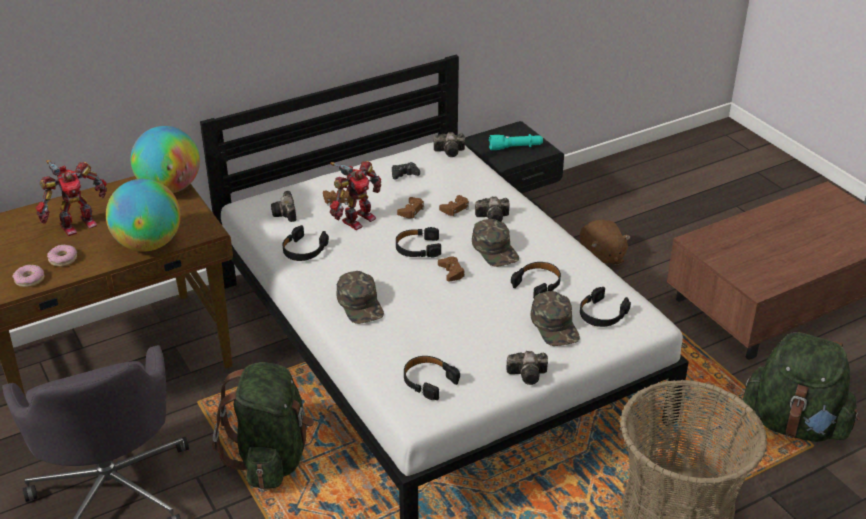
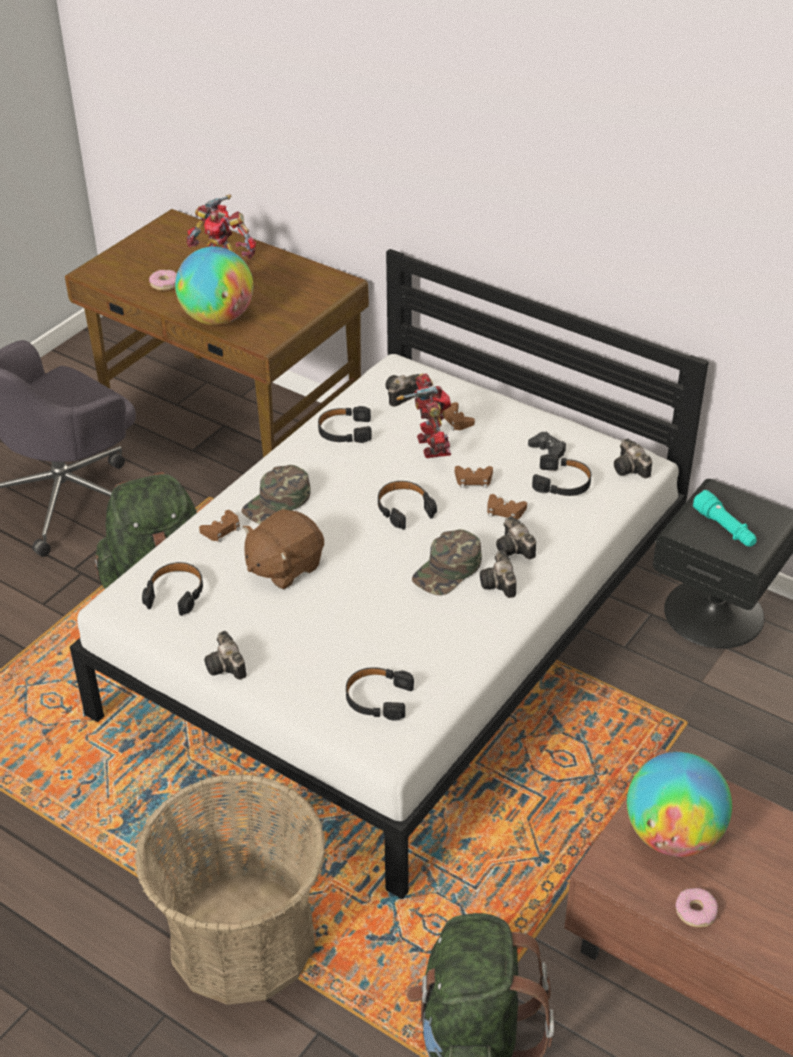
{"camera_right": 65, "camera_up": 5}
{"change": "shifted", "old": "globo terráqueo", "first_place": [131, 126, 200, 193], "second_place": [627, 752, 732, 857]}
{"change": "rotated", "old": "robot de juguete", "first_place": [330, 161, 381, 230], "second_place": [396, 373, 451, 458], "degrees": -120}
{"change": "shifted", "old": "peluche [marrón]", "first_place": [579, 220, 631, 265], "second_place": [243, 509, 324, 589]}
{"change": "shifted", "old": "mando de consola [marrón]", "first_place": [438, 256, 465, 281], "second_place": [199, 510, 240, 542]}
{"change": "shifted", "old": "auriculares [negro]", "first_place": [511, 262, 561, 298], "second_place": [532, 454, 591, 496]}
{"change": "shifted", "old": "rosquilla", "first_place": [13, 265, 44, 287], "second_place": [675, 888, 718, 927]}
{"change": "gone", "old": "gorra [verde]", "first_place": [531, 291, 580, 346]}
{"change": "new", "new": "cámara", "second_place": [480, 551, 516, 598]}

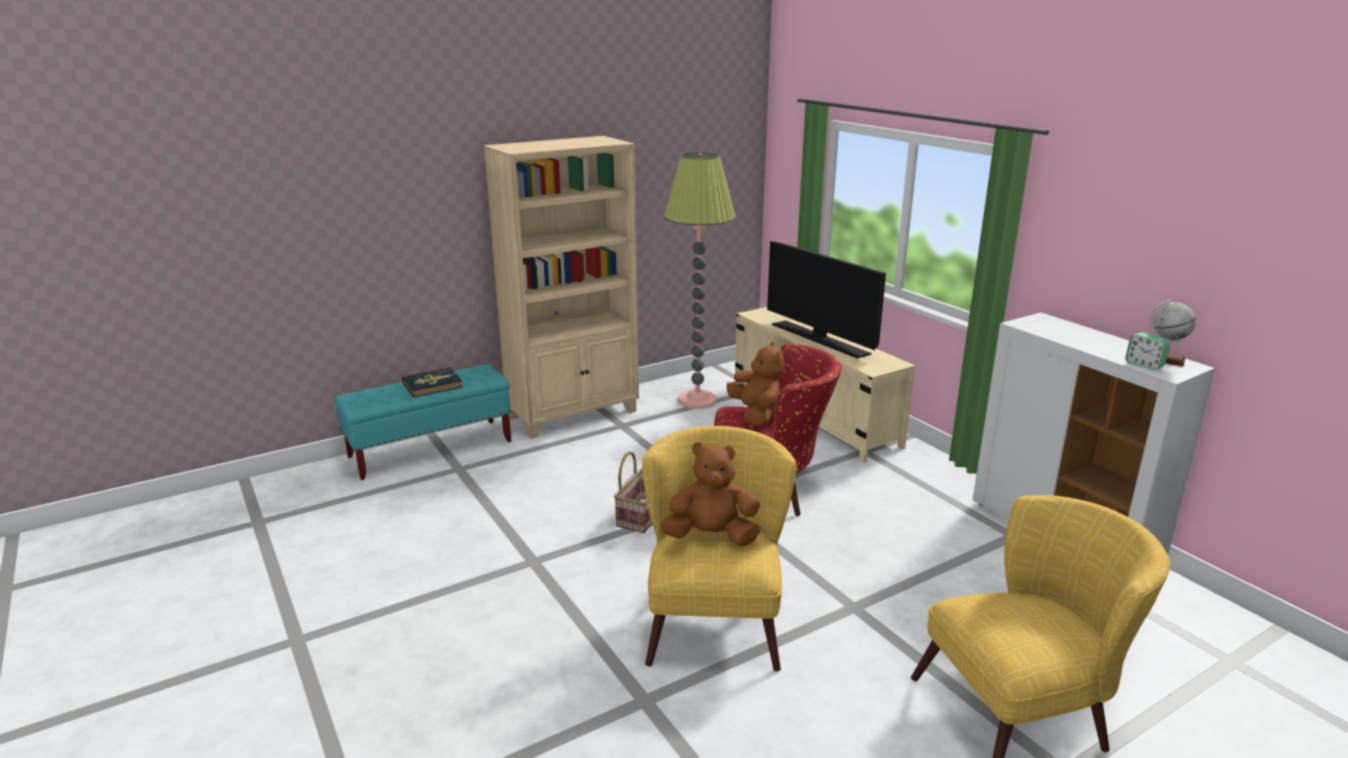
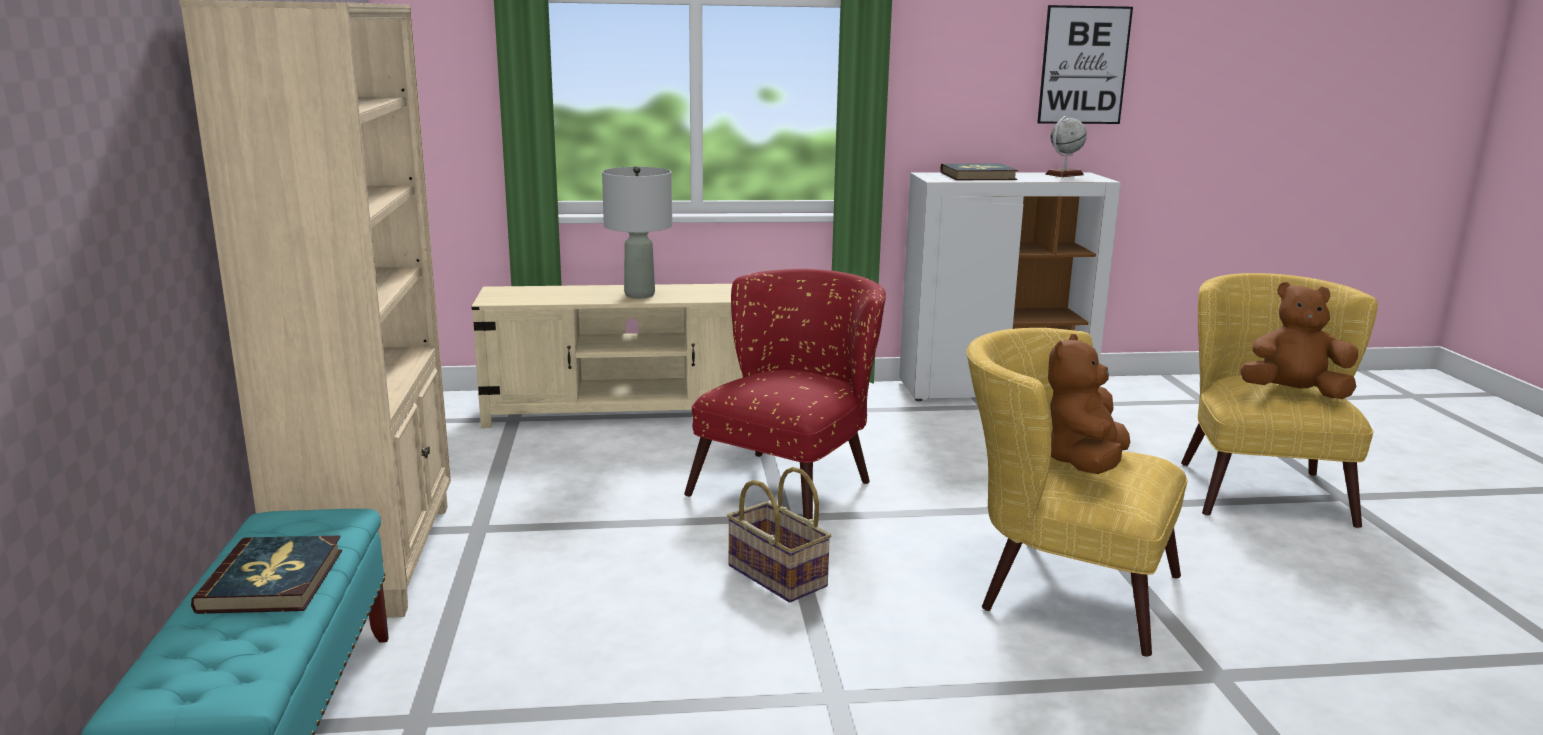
{"camera_right": -65, "camera_up": -5}
{"change": "gone", "old": "lámpara de pie", "first_place": [664, 152, 736, 409]}
{"change": "swapped", "old": "televisor", "new": "lámpara de mesa [gris]", "first_place": [767, 241, 886, 358], "second_place": [602, 166, 672, 298]}
{"change": "gone", "old": "despertador", "first_place": [1125, 332, 1170, 370]}
{"change": "shifted", "old": "peluche [marrón]", "first_place": [727, 342, 784, 427], "second_place": [1240, 282, 1358, 399]}
{"change": "new", "new": "cuadro", "second_place": [1037, 5, 1133, 124]}
{"change": "new", "new": "libro", "second_place": [941, 163, 1018, 180]}

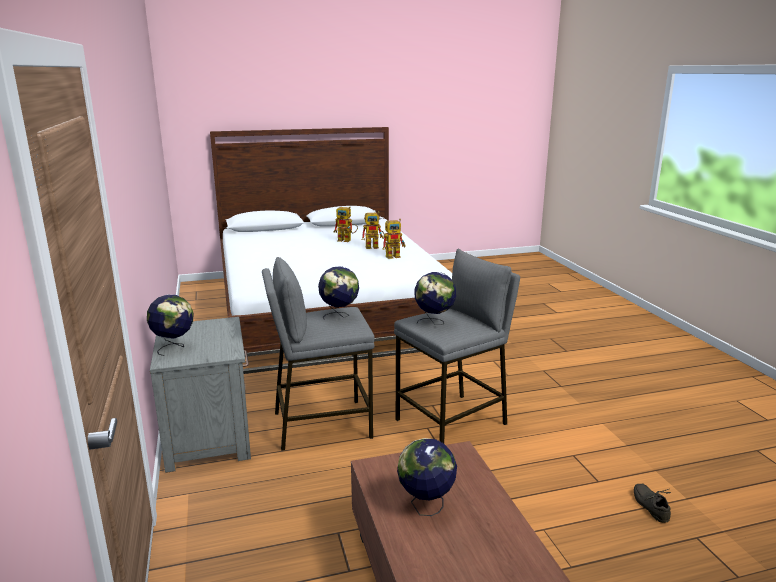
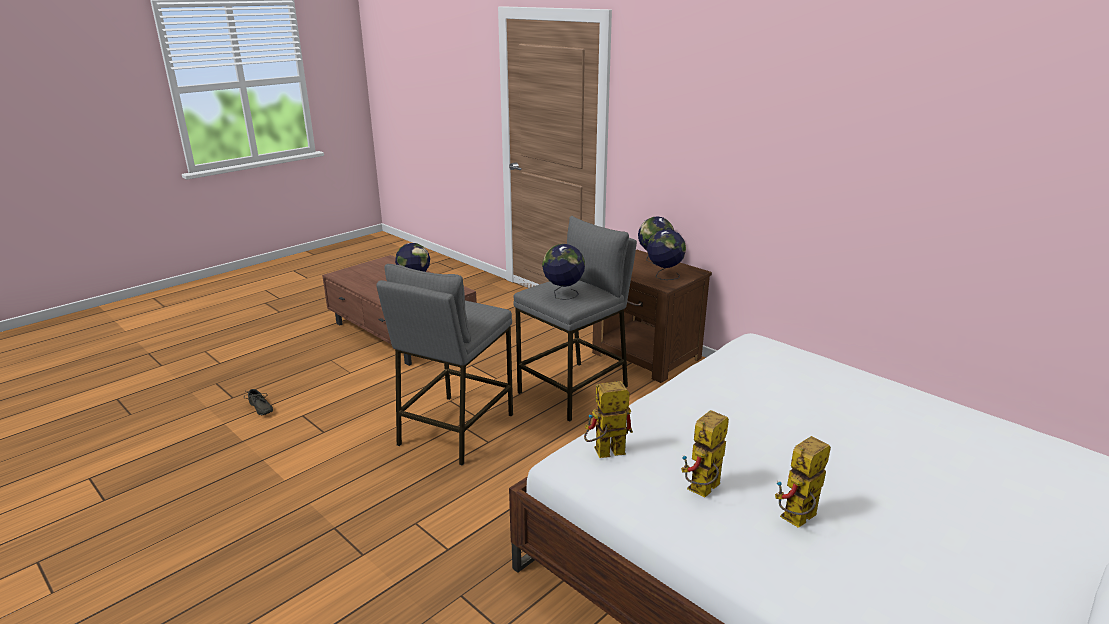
{"camera_right": 150, "camera_up": 5}
{"change": "shifted", "old": "robot de juguete", "first_place": [334, 206, 358, 242], "second_place": [584, 381, 633, 458]}
{"change": "shifted", "old": "globo terráqueo", "first_place": [414, 272, 456, 325], "second_place": [647, 229, 686, 280]}
{"change": "repainted", "old": "mesita de noche [gris]", "new": "mesita de noche [marrón]", "first_place": [150, 317, 251, 473], "second_place": [592, 250, 712, 383]}

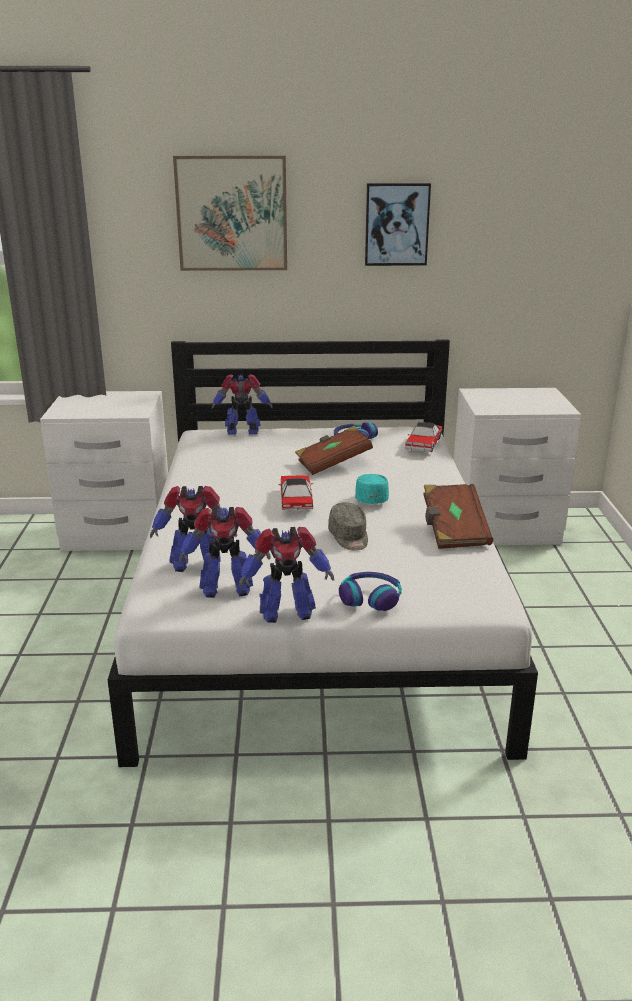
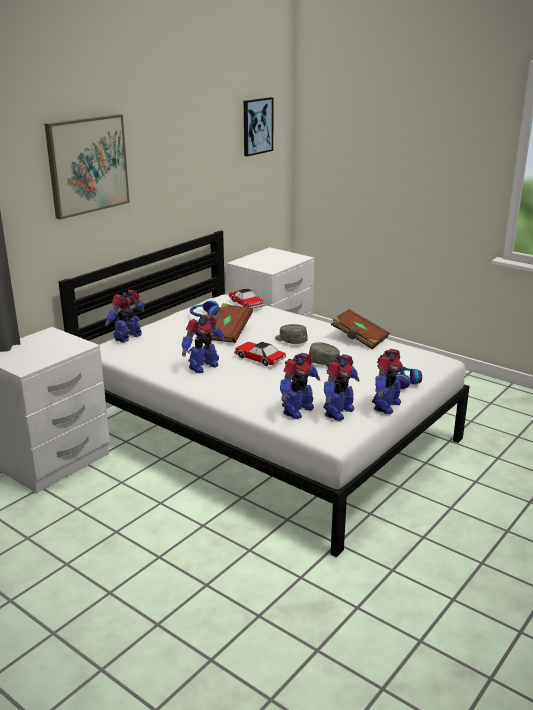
{"camera_right": -50, "camera_up": 0}
{"change": "shifted", "old": "cuadro", "first_place": [365, 183, 431, 266], "second_place": [244, 97, 274, 156]}
{"change": "repainted", "old": "gorra [turquesa]", "new": "gorra [gris]", "first_place": [355, 474, 389, 504], "second_place": [275, 324, 308, 344]}
{"change": "new", "new": "robot de juguete", "second_place": [182, 315, 226, 373]}

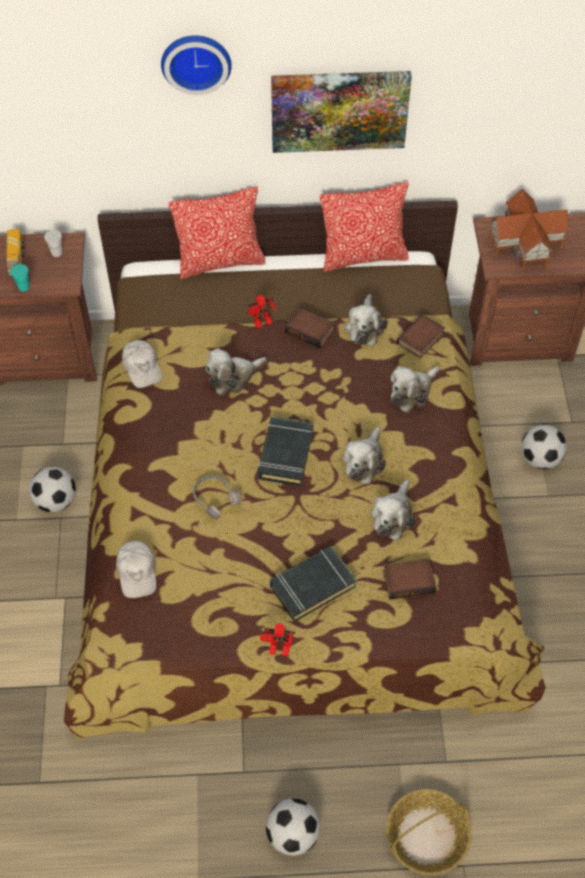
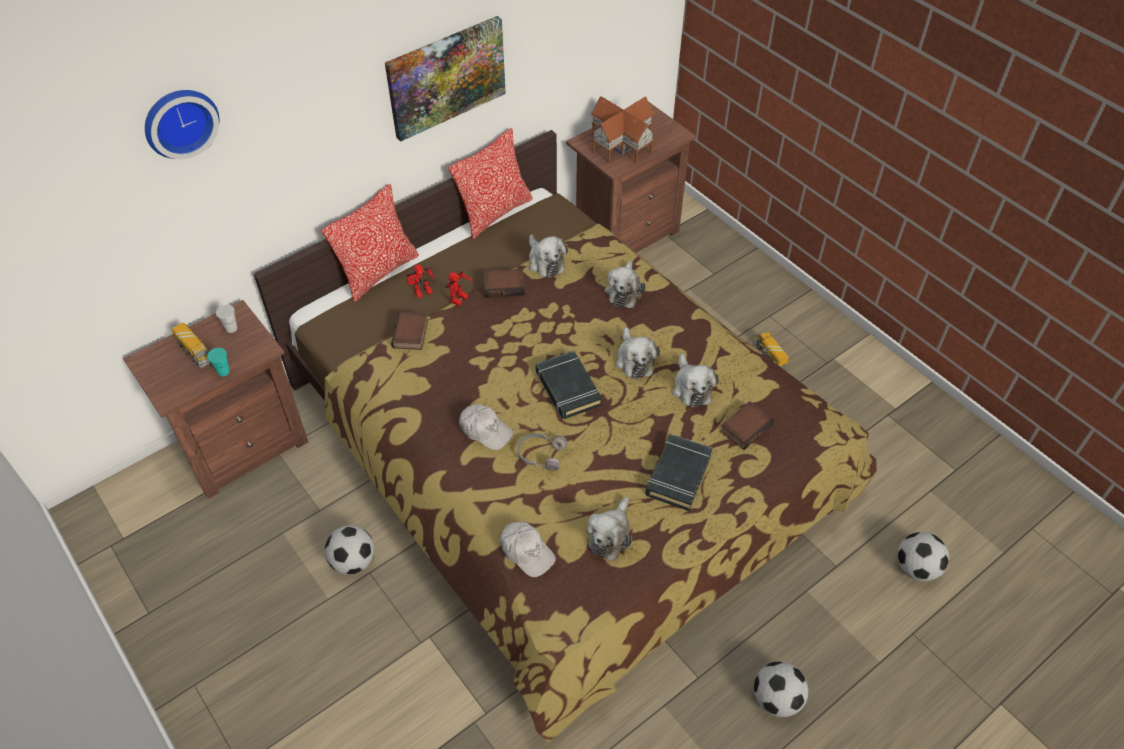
{"camera_right": -35, "camera_up": -5}
{"change": "shifted", "old": "reloj de pared", "first_place": [161, 35, 232, 95], "second_place": [145, 90, 219, 159]}
{"change": "shifted", "old": "libro", "first_place": [397, 314, 445, 358], "second_place": [391, 311, 428, 350]}
{"change": "shifted", "old": "gorra [blanco]", "first_place": [122, 340, 162, 388], "second_place": [459, 404, 513, 450]}
{"change": "shifted", "old": "peluche", "first_place": [205, 348, 267, 395], "second_place": [587, 497, 632, 561]}
{"change": "shifted", "old": "balón de fútbol", "first_place": [521, 424, 567, 469], "second_place": [897, 532, 949, 582]}
{"change": "shifted", "old": "robot de juguete", "first_place": [260, 623, 295, 656], "second_place": [407, 265, 434, 298]}
{"change": "gone", "old": "cesta", "first_place": [386, 789, 472, 875]}
{"change": "new", "new": "camión de juguete", "second_place": [754, 331, 789, 366]}

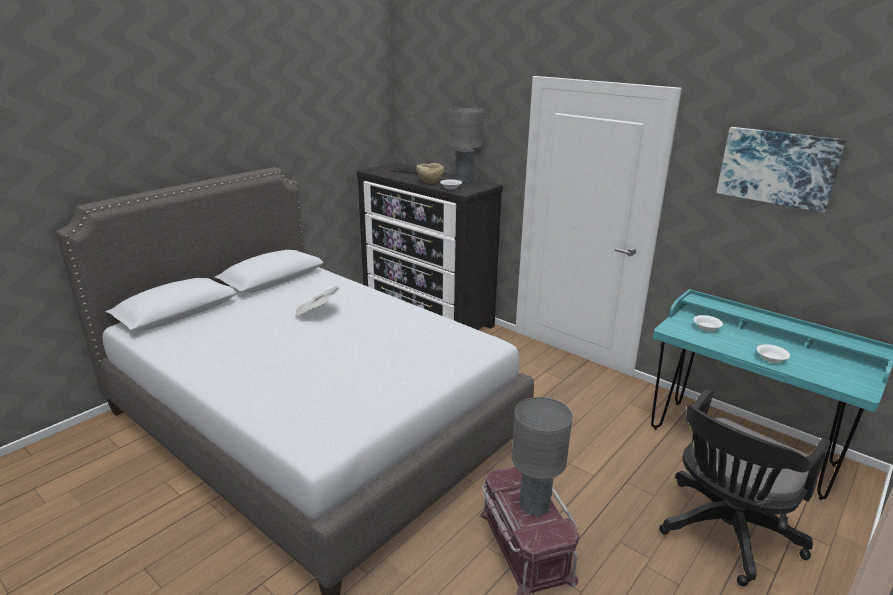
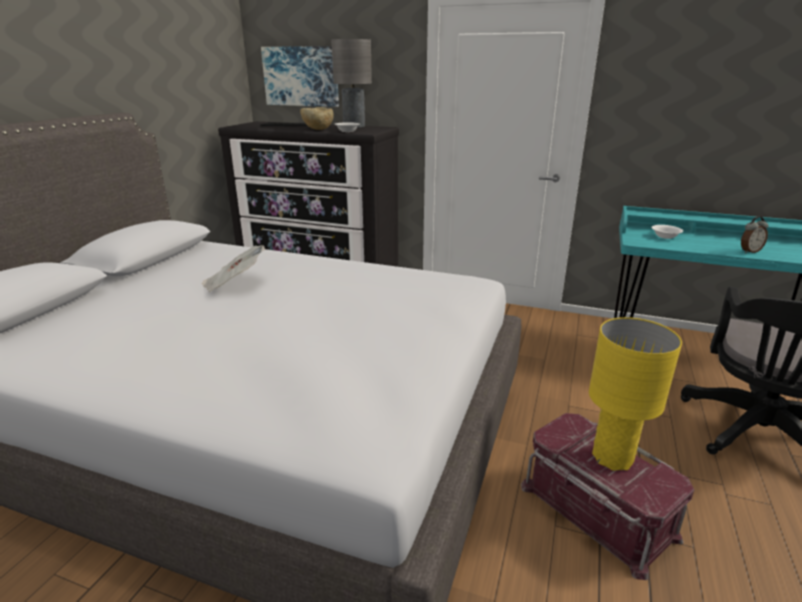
{"camera_right": -20, "camera_up": 0}
{"change": "shifted", "old": "cuadro", "first_place": [716, 127, 846, 212], "second_place": [261, 46, 339, 107]}
{"change": "swapped", "old": "cuenco [blanco]", "new": "despertador", "first_place": [757, 344, 790, 363], "second_place": [741, 216, 769, 253]}
{"change": "repainted", "old": "lámpara de mesa [gris]", "new": "lámpara de mesa [amarillo]", "first_place": [512, 397, 573, 516], "second_place": [589, 317, 682, 471]}

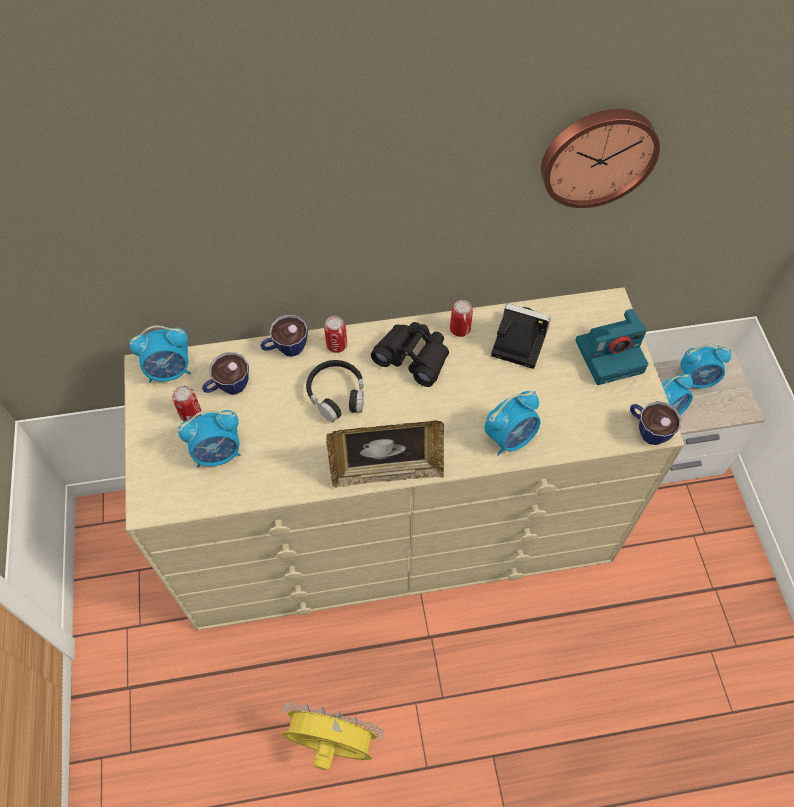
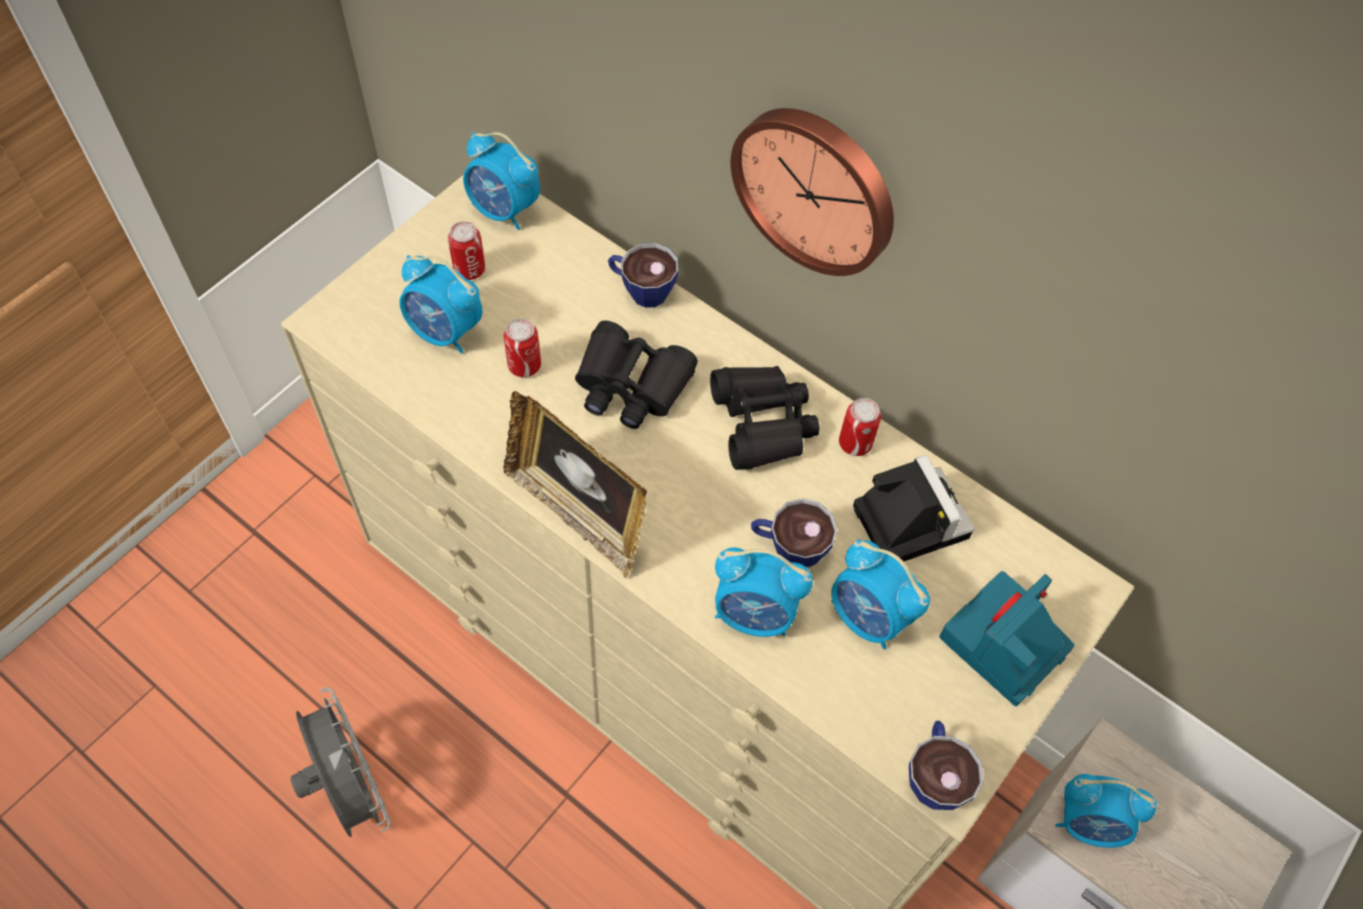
{"camera_right": 45, "camera_up": 0}
{"change": "shifted", "old": "reloj de pared", "first_place": [541, 109, 660, 208], "second_place": [731, 108, 894, 276]}
{"change": "rotated", "old": "cámara", "first_place": [575, 309, 648, 385], "second_place": [939, 571, 1074, 706], "degrees": 105}
{"change": "shifted", "old": "lata", "first_place": [324, 316, 347, 353], "second_place": [504, 318, 541, 377]}
{"change": "shifted", "old": "despertador", "first_place": [680, 343, 731, 388], "second_place": [831, 539, 930, 649]}
{"change": "shifted", "old": "taza", "first_place": [202, 352, 249, 395], "second_place": [751, 499, 837, 568]}
{"change": "swapped", "old": "auriculares [negro]", "new": "prismáticos [negro]", "first_place": [306, 360, 364, 423], "second_place": [575, 321, 698, 429]}
{"change": "repainted", "old": "ventilador [amarillo]", "new": "ventilador [gris]", "first_place": [281, 703, 384, 770], "second_place": [290, 687, 391, 837]}

